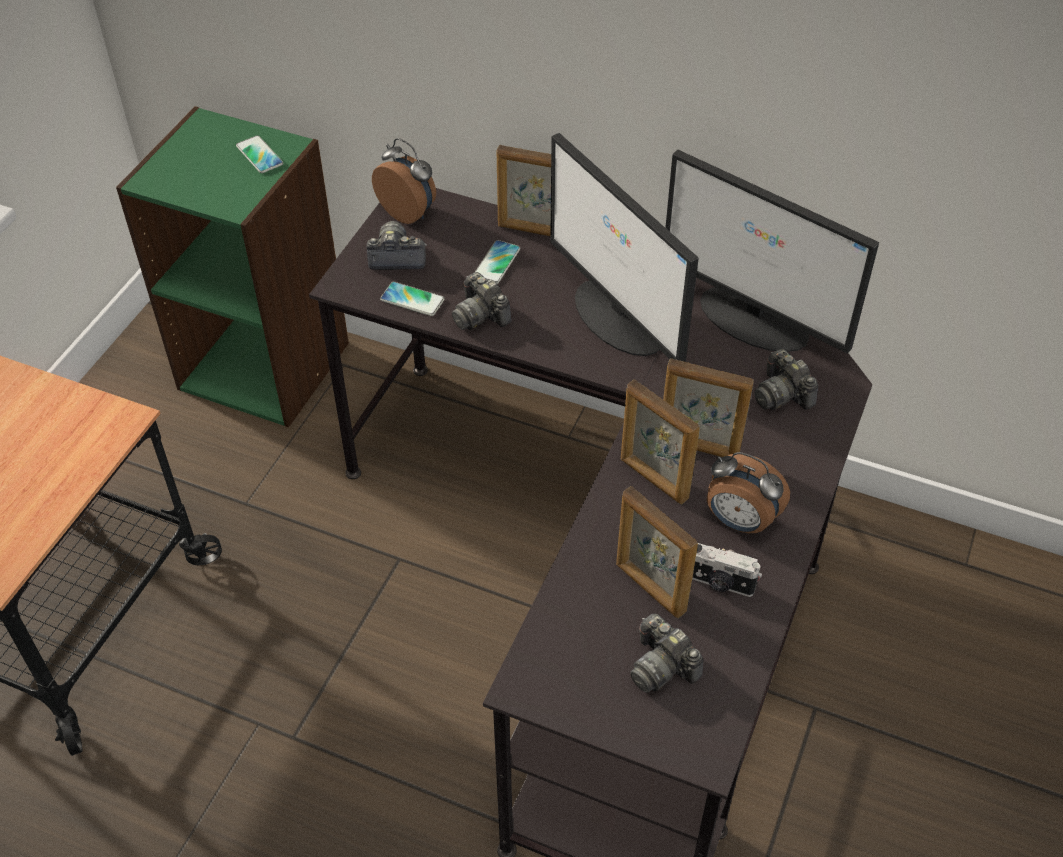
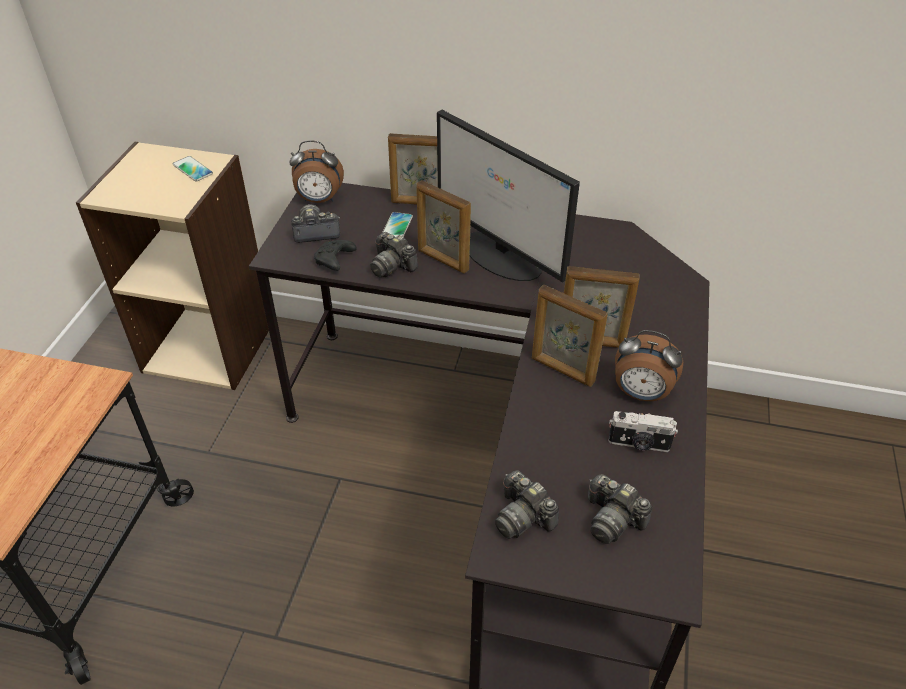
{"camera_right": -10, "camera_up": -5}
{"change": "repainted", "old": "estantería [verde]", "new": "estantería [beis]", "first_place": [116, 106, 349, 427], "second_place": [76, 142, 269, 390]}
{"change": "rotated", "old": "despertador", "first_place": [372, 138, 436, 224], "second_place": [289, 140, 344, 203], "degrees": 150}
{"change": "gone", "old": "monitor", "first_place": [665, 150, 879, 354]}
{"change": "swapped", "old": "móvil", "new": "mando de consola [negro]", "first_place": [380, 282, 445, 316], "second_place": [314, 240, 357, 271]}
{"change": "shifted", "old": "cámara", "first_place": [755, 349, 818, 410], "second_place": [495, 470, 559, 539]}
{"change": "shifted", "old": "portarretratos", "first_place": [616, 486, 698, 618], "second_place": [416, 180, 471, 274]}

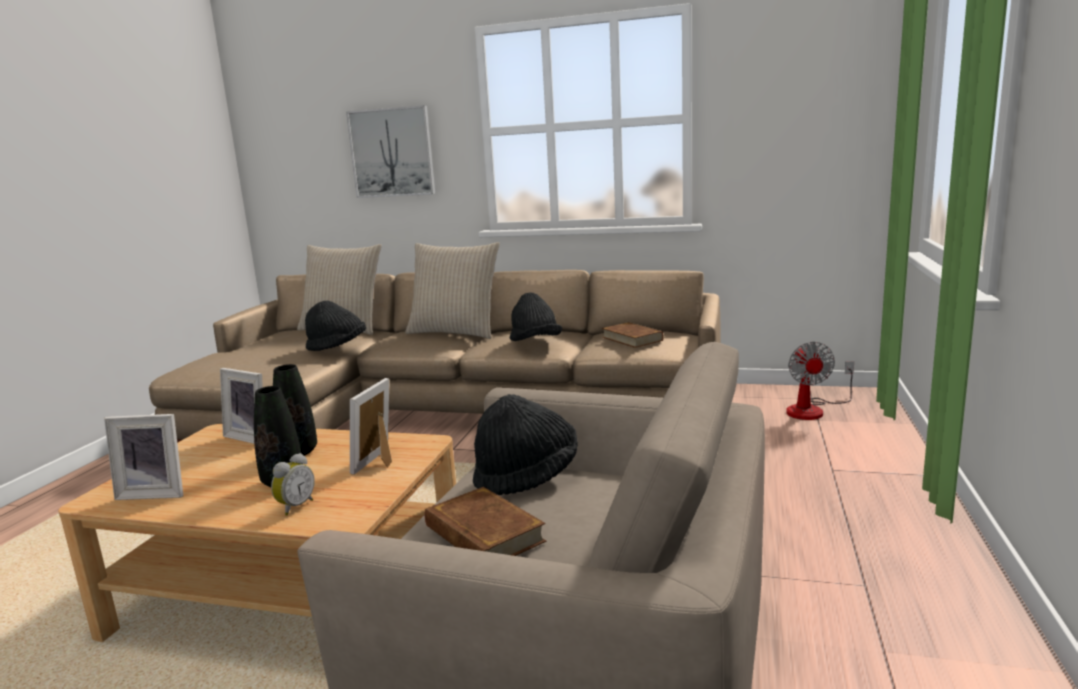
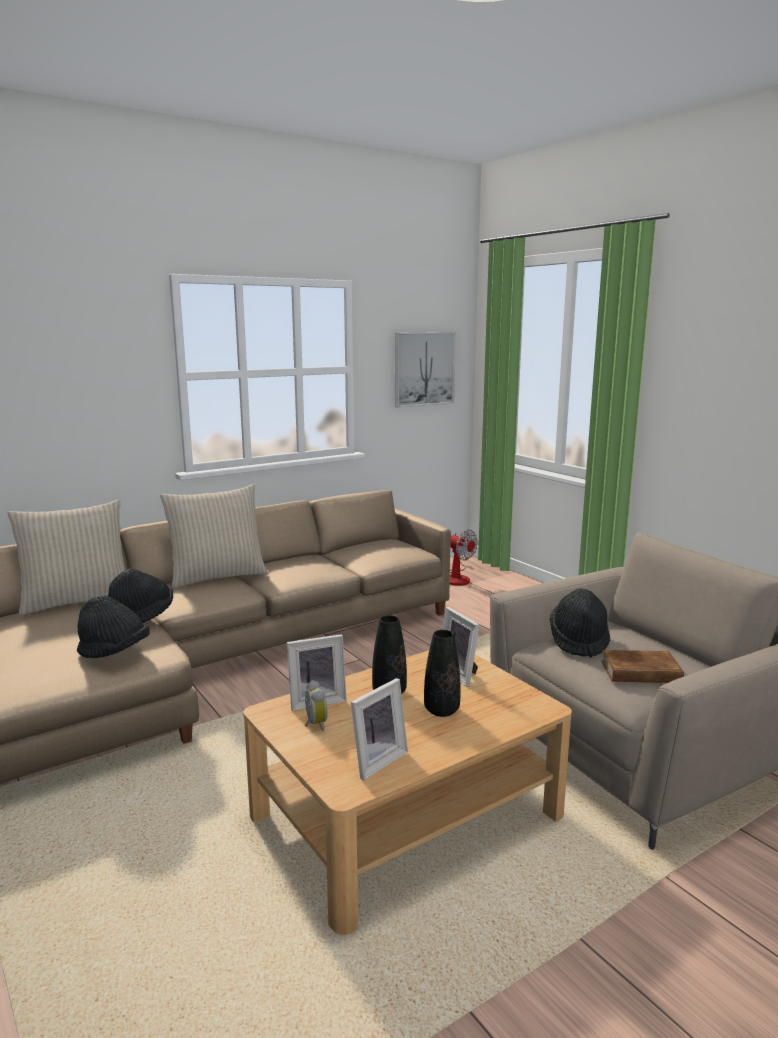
{"camera_right": -50, "camera_up": 0}
{"change": "shifted", "old": "cuadro", "first_place": [346, 105, 435, 198], "second_place": [395, 332, 456, 408]}
{"change": "shifted", "old": "sombrero [negro]", "first_place": [510, 292, 562, 341], "second_place": [77, 595, 150, 658]}
{"change": "gone", "old": "libro [marrón]", "first_place": [602, 322, 663, 348]}
{"change": "shifted", "old": "despertador", "first_place": [271, 453, 315, 516], "second_place": [305, 680, 328, 731]}

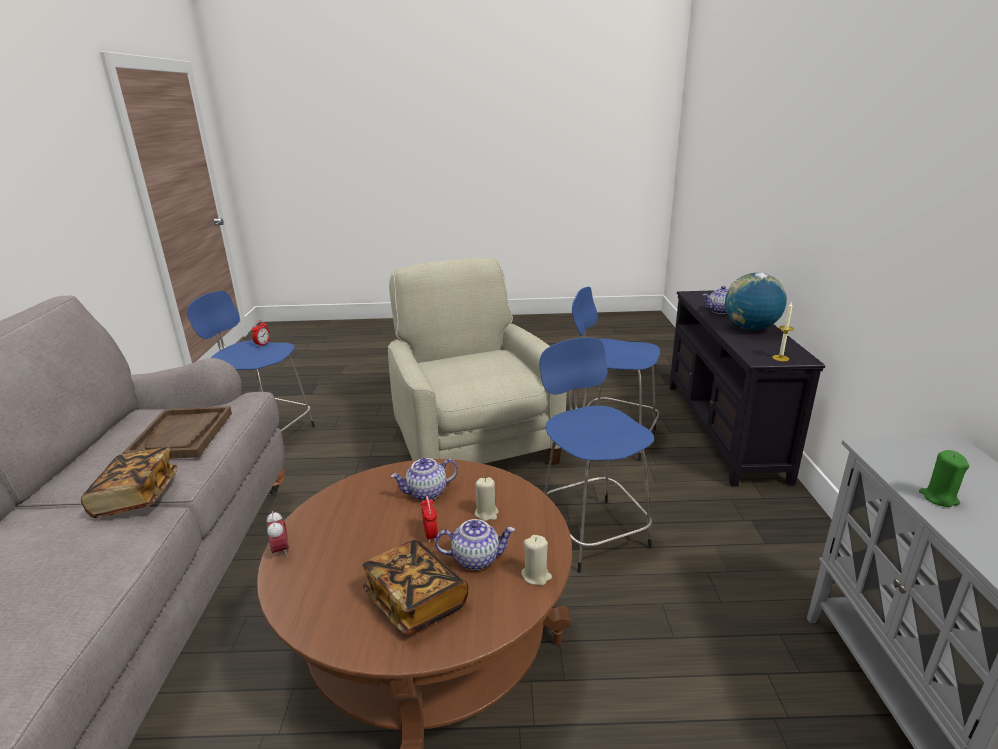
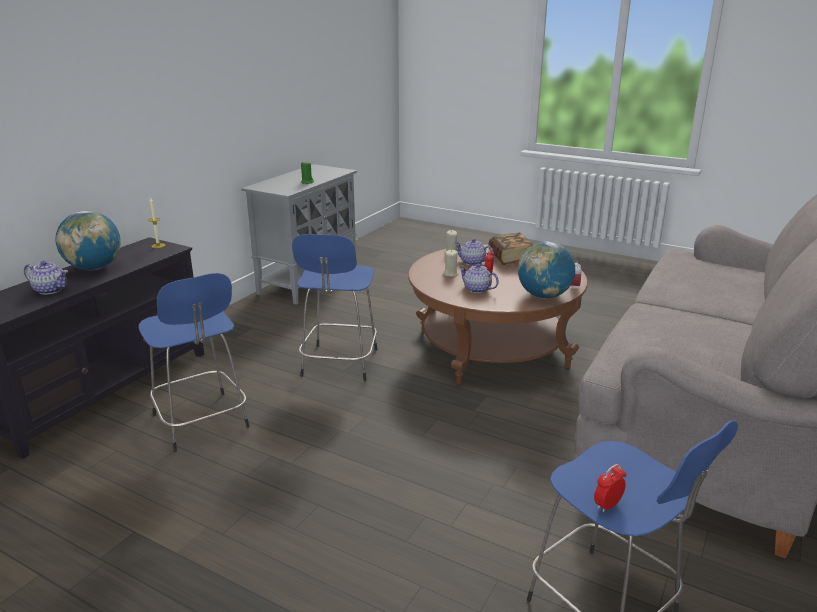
{"camera_right": -150, "camera_up": 0}
{"change": "gone", "old": "sillón [beis]", "first_place": [388, 258, 566, 465]}
{"change": "gone", "old": "bandeja [marrón]", "first_place": [123, 406, 232, 459]}
{"change": "gone", "old": "libro", "first_place": [81, 447, 178, 518]}
{"change": "rotated", "old": "tetera", "first_place": [391, 458, 458, 501], "second_place": [459, 264, 499, 293], "degrees": -150}
{"change": "new", "new": "globo terráqueo", "second_place": [518, 241, 575, 299]}

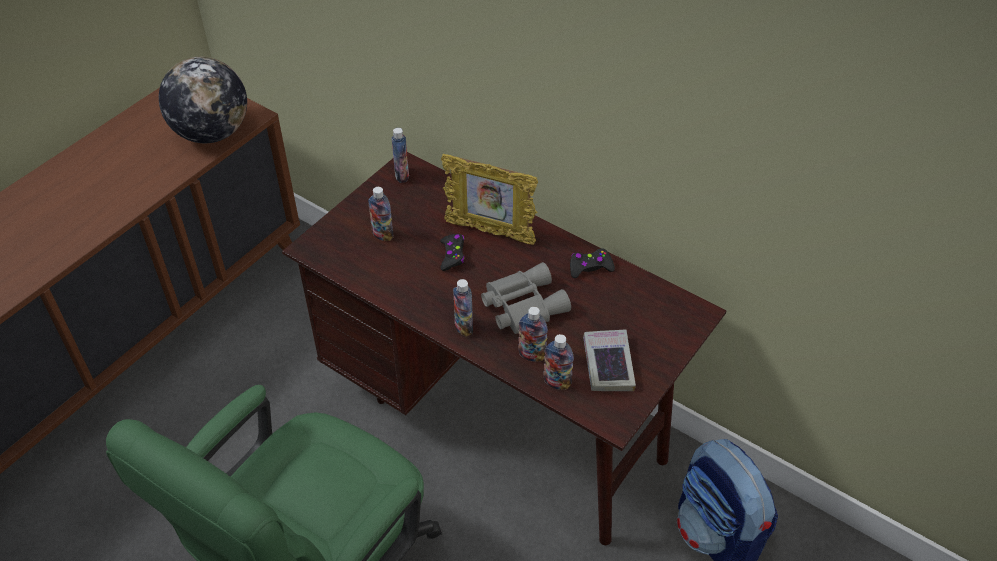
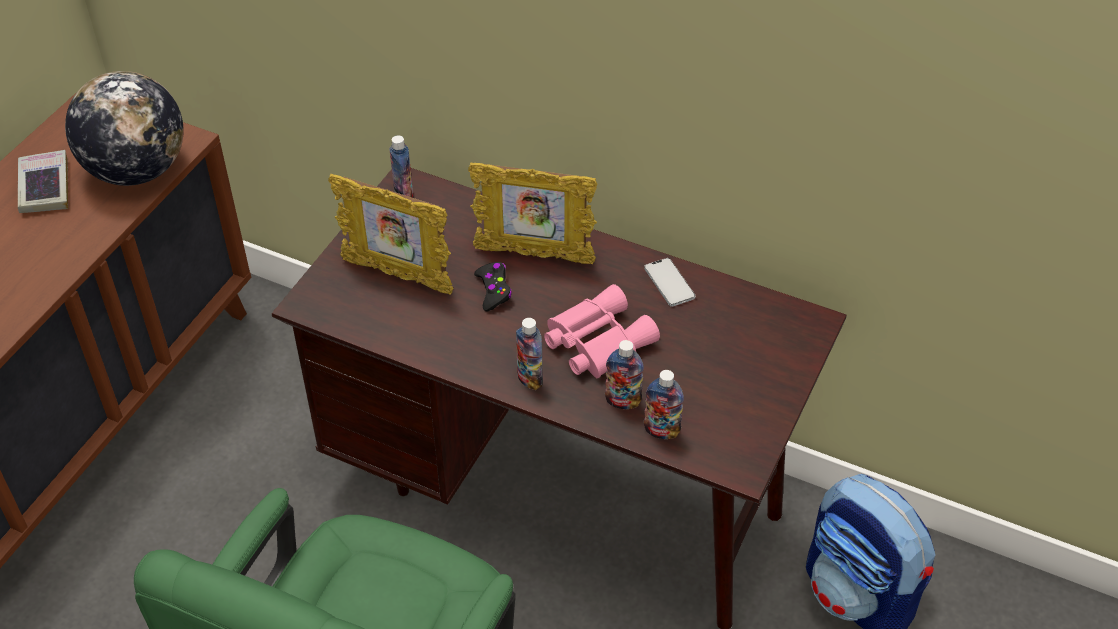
{"camera_right": -10, "camera_up": 0}
{"change": "swapped", "old": "botella", "new": "portarretratos", "first_place": [368, 187, 394, 241], "second_place": [328, 174, 454, 294]}
{"change": "swapped", "old": "mando de consola [negro]", "new": "móvil", "first_place": [570, 248, 615, 278], "second_place": [644, 258, 696, 307]}
{"change": "repainted", "old": "prismáticos [gris]", "new": "prismáticos [rosa]", "first_place": [481, 262, 571, 334], "second_place": [544, 284, 660, 379]}
{"change": "shifted", "old": "libro", "first_place": [583, 329, 636, 391], "second_place": [18, 150, 68, 213]}

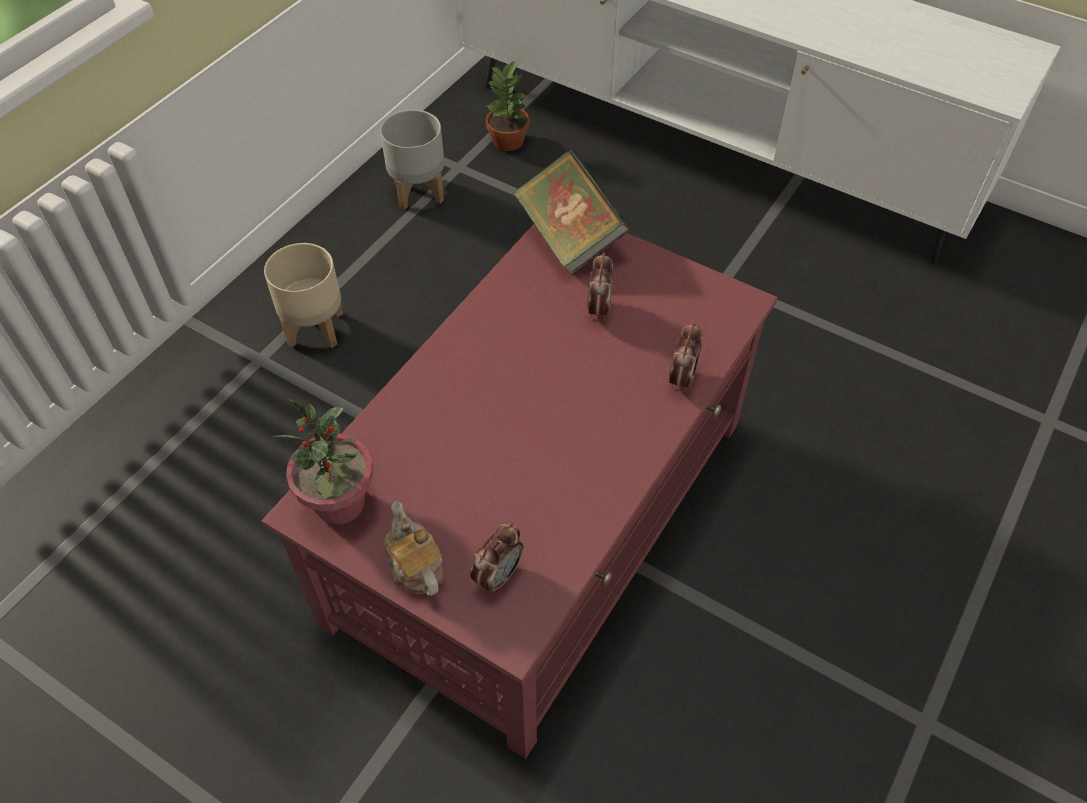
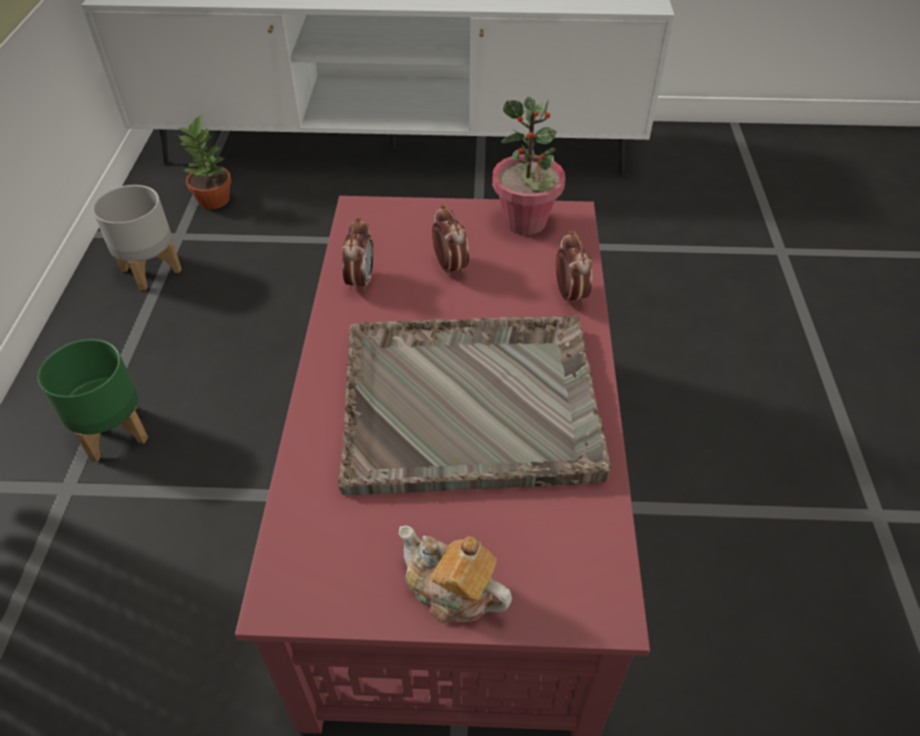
{"camera_right": -30, "camera_up": -5}
{"change": "gone", "old": "libro", "first_place": [513, 149, 631, 275]}
{"change": "repainted", "old": "maceta [beis]", "new": "maceta [verde]", "first_place": [264, 243, 343, 348], "second_place": [38, 339, 148, 462]}
{"change": "shifted", "old": "planta en maceta", "first_place": [273, 400, 373, 525], "second_place": [492, 97, 565, 235]}
{"change": "shifted", "old": "despertador", "first_place": [470, 522, 523, 594], "second_place": [342, 217, 374, 293]}
{"change": "new", "new": "bandeja [gris]", "second_place": [338, 315, 611, 495]}

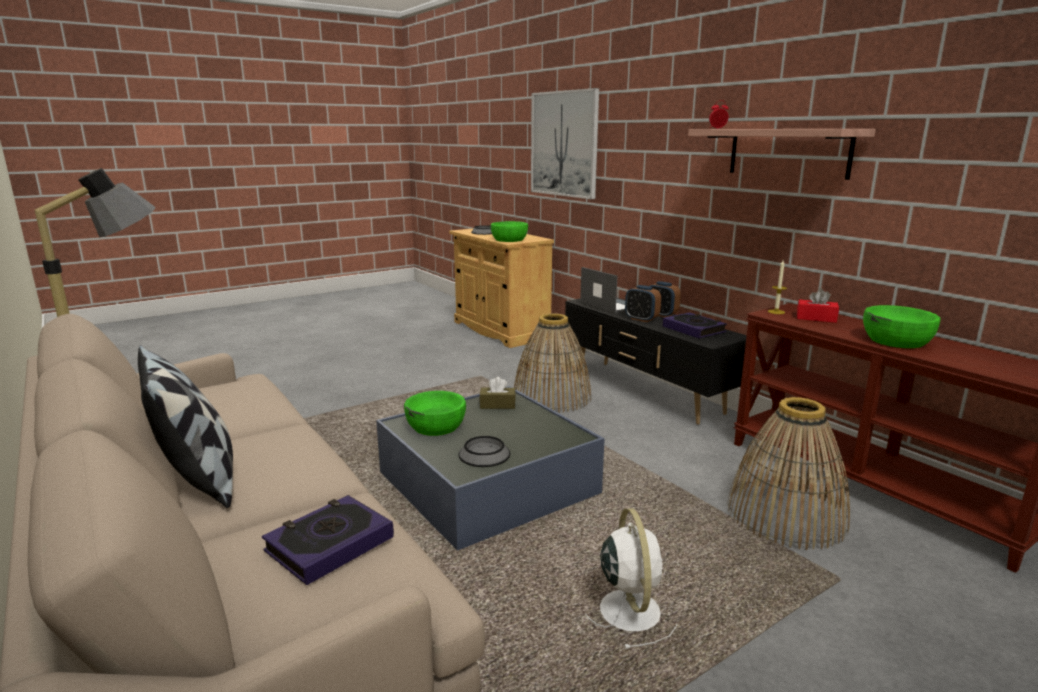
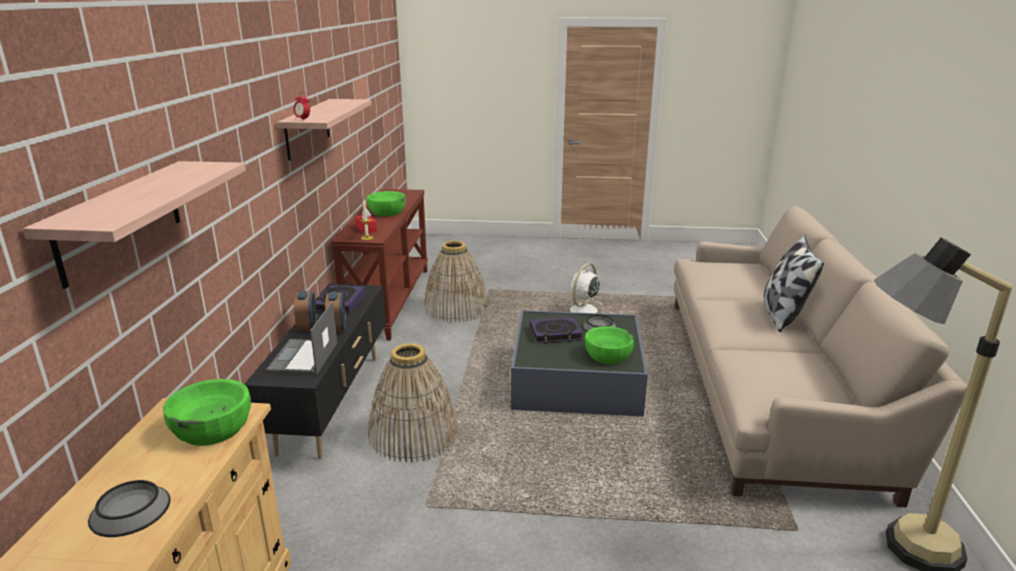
{"camera_right": -140, "camera_up": 5}
{"change": "swapped", "old": "cuadro", "new": "estante", "first_place": [531, 88, 599, 199], "second_place": [23, 161, 246, 289]}
{"change": "gone", "old": "caja de pañuelos [marrón]", "first_place": [480, 377, 516, 409]}
{"change": "shifted", "old": "libro", "first_place": [262, 495, 394, 585], "second_place": [530, 317, 583, 344]}

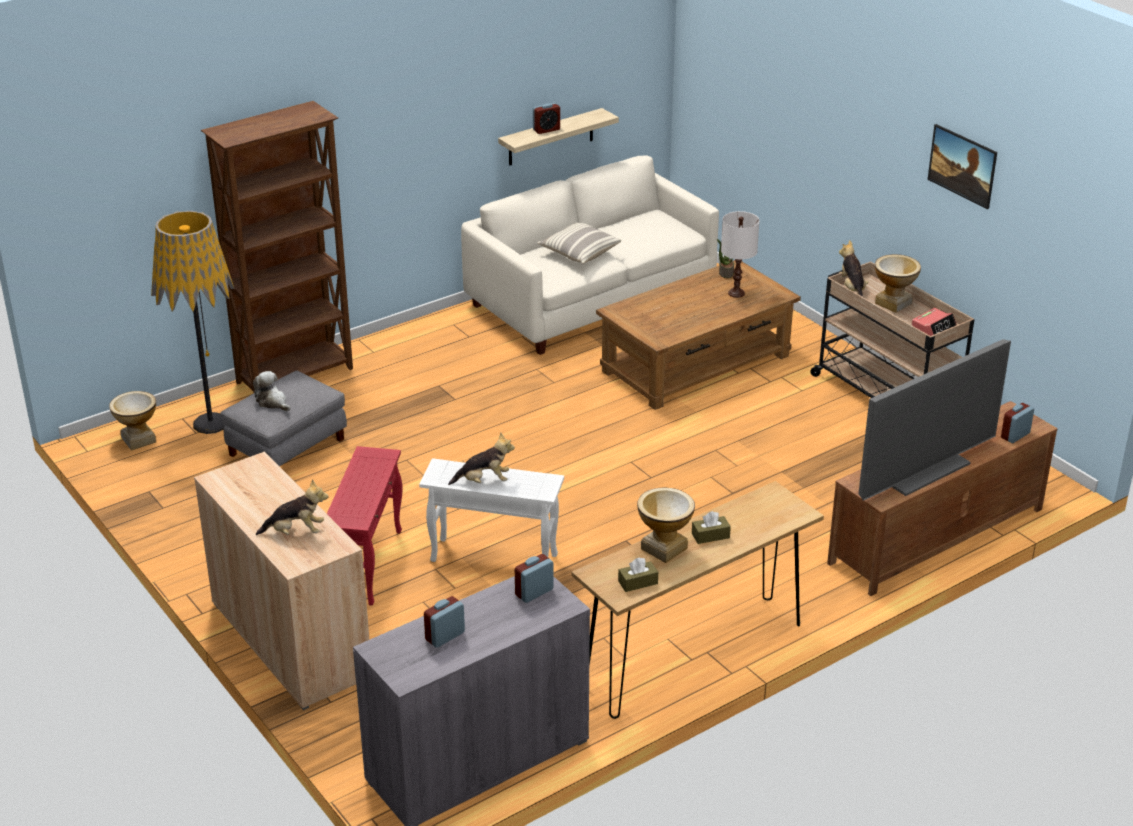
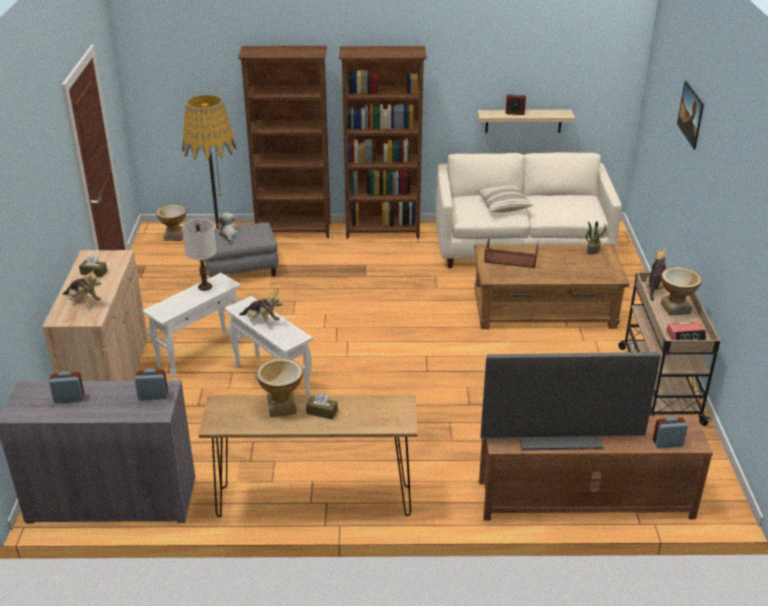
{"camera_right": 35, "camera_up": 0}
{"change": "shifted", "old": "cuadro", "first_place": [928, 124, 997, 209], "second_place": [677, 81, 704, 149]}
{"change": "shifted", "old": "lámpara de mesa [blanco]", "first_place": [721, 211, 760, 298], "second_place": [182, 219, 216, 291]}
{"change": "repainted", "old": "mesa auxiliar [rojo]", "new": "mesa auxiliar [blanco]", "first_place": [327, 446, 403, 605], "second_place": [142, 273, 242, 378]}
{"change": "shifted", "old": "caja de pañuelos [marrón]", "first_place": [618, 557, 658, 592], "second_place": [79, 255, 107, 277]}
{"change": "new", "new": "estantería [marrón]", "second_place": [339, 46, 427, 239]}
{"change": "new", "new": "bandeja [marrón]", "second_place": [484, 238, 538, 268]}

